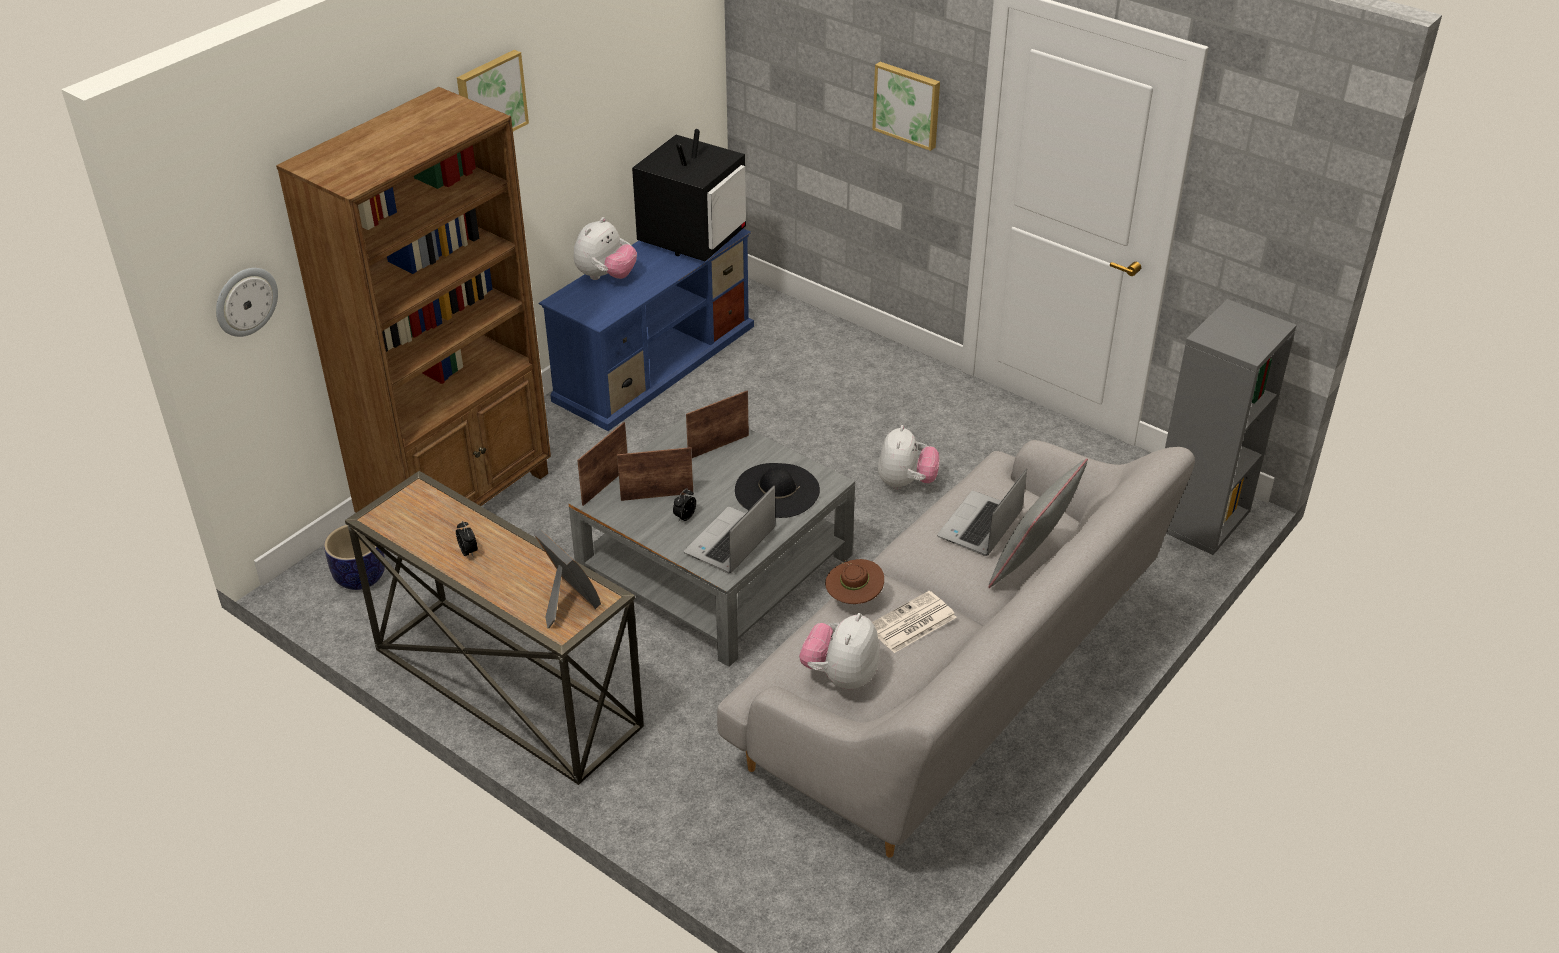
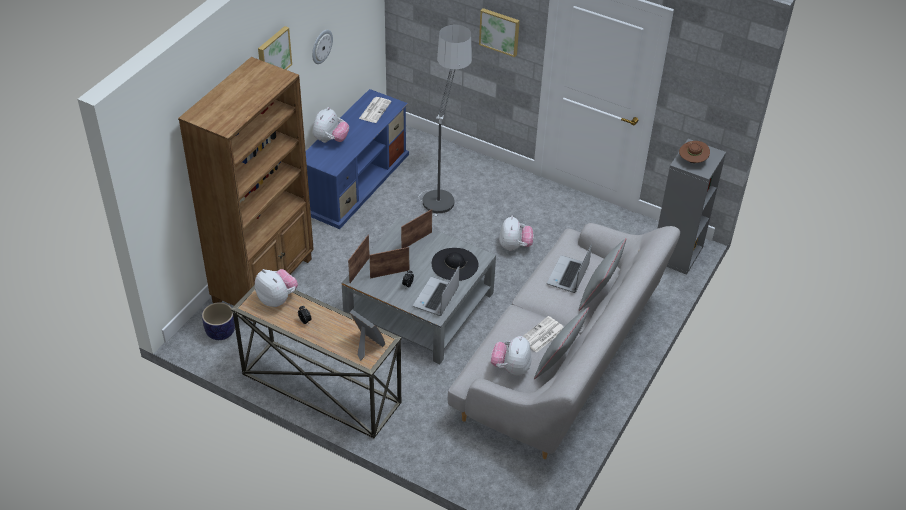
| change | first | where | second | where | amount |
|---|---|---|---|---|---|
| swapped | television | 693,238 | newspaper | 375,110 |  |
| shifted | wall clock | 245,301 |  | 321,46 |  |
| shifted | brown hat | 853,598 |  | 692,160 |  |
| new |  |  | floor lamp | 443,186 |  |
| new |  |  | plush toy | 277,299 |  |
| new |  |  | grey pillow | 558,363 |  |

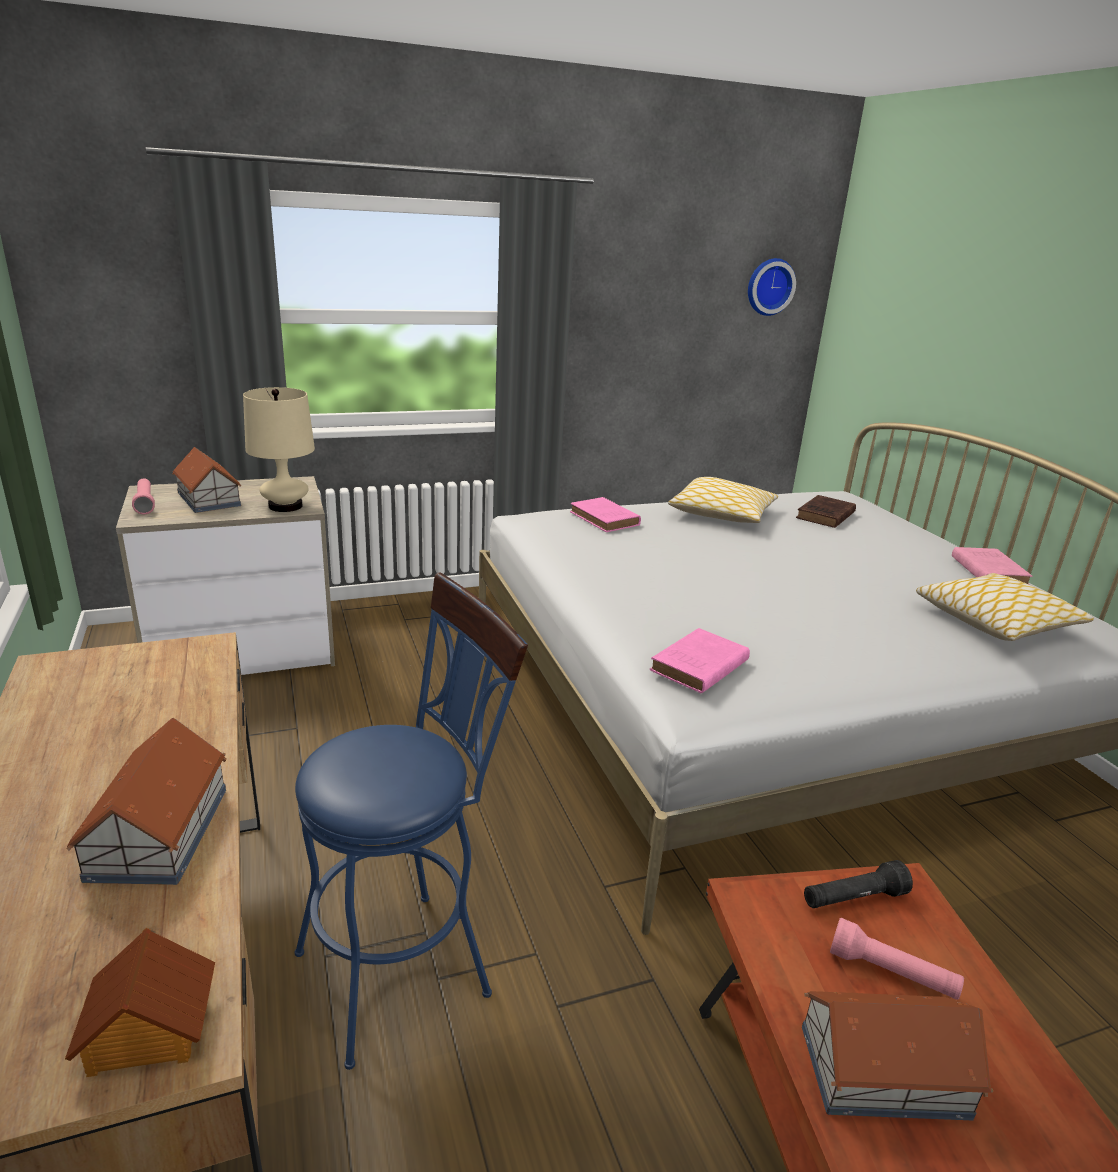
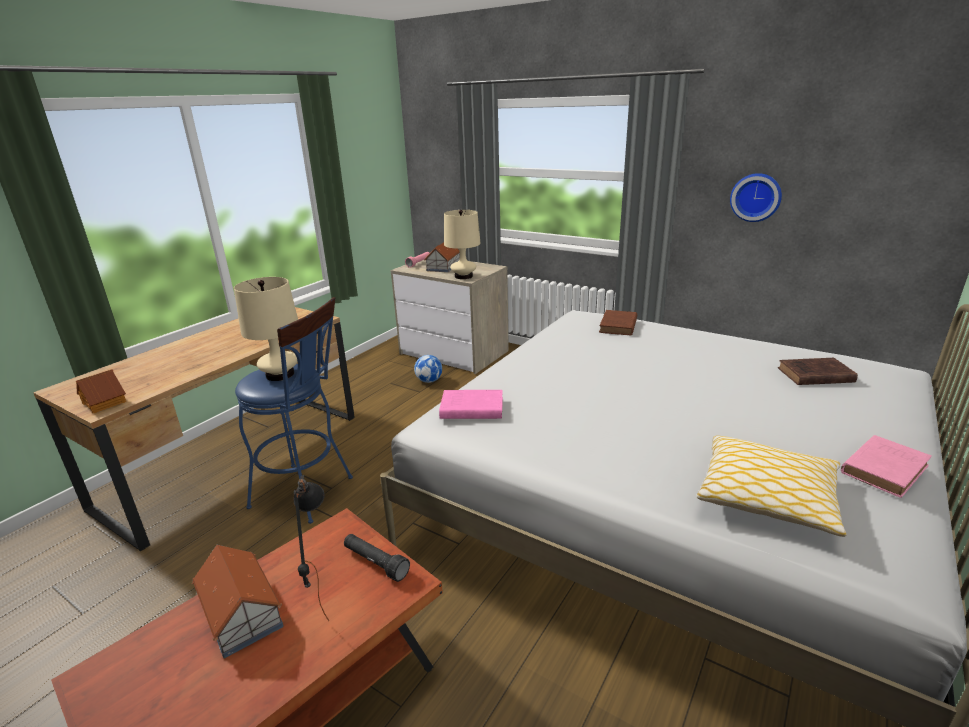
| change | first | where | second | where | amount |
|---|---|---|---|---|---|
| shifted | wall clock | 769,286 |  | 756,197 |  |
| gone | pillow | 722,514 |  |  |  |
| repainted | pink book | 605,519 | brown book | 618,326 |  |
| gone | toy house | 157,833 |  |  |  |
| swapped | pink flashlight | 891,973 | black table lamp | 320,596 |  |
| new |  |  | beige table lamp | 280,374 |  |
| new |  |  | football | 429,381 |  |

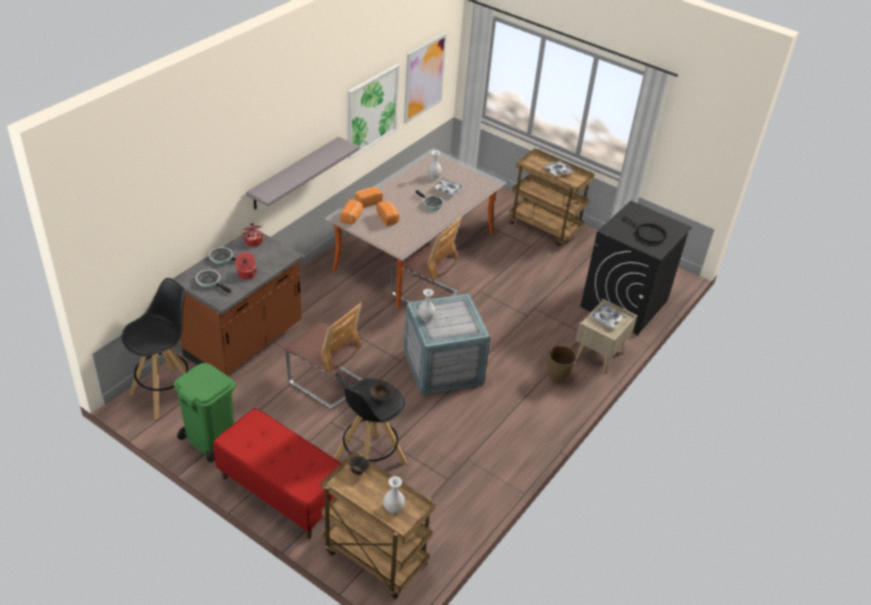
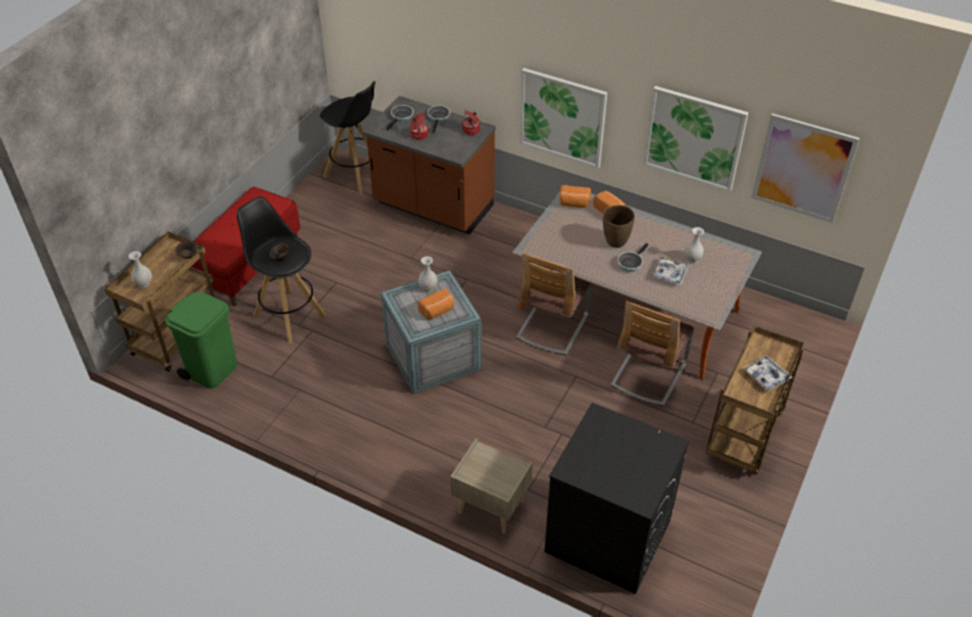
| change | first | where | second | where | amount |
|---|---|---|---|---|---|
| swapped | grey shelf | 294,173 | picture | 562,117 |  |
| shifted | bread | 388,218 |  | 437,311 |  |
| gone | black frying pan | 648,234 |  |  |  |
| shifted | chair | 326,382 |  | 648,374 |  |
| gone | tray | 607,319 |  |  |  |
| shifted | brown vase | 557,377 |  | 615,242 |  |
| shifted | green trash can | 210,439 |  | 213,370 |  |

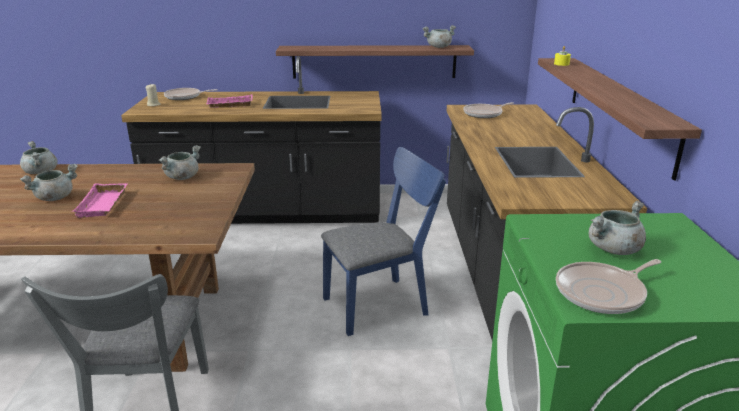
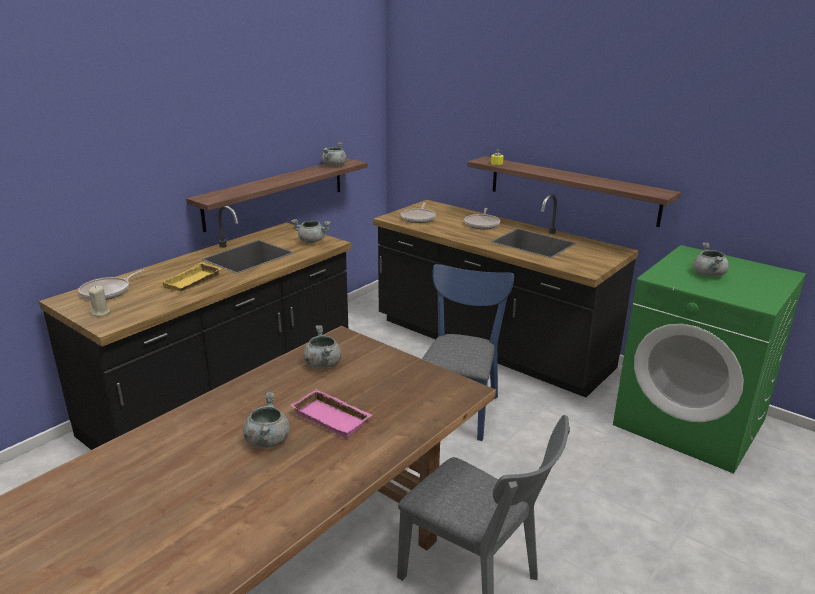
| change | first | where | second | where | amount |
|---|---|---|---|---|---|
| repainted | pink tray | 229,105 | yellow tray | 193,282 |  |
| shifted | grey cooking pot | 41,172 |  | 312,241 |  |
| shifted | frying pan | 603,293 |  | 482,224 |  |

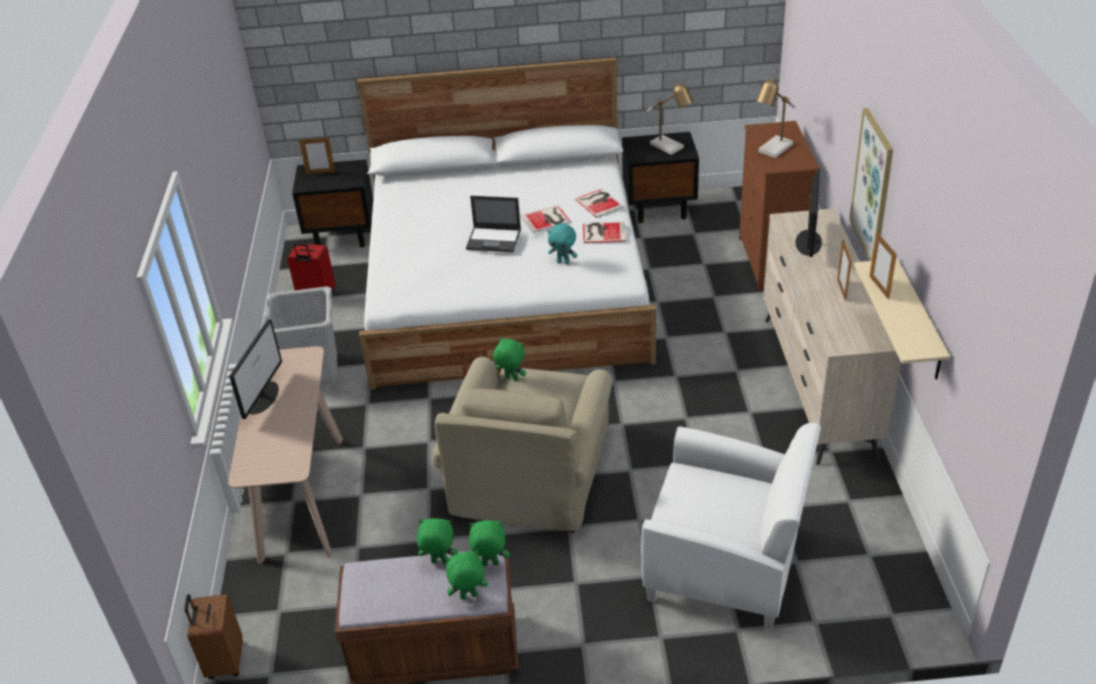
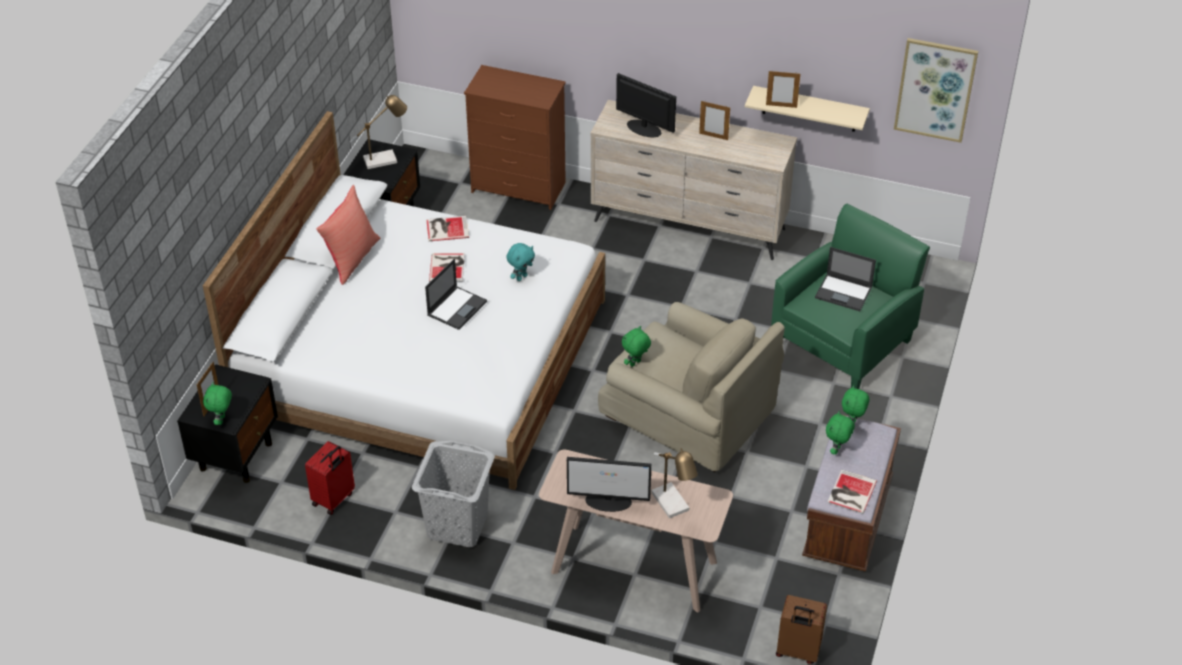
| change | first | where | second | where | amount |
|---|---|---|---|---|---|
| shifted | table lamp | 773,150 |  | 673,505 |  |
| shifted | picture | 873,186 |  | 935,89 |  |
| shifted | book | 602,232 |  | 850,492 |  |
| rotated | monitor | 263,397 |  | 609,501 | 150 degrees clockwise |
| repainted | white armchair | 725,565 | green armchair | 843,341 |  |
| shifted | green plush toy | 468,597 |  | 222,420 |  |
| new |  |  | red pillow | 352,258 |  |
| new |  |  | laptop | 844,293 |  |

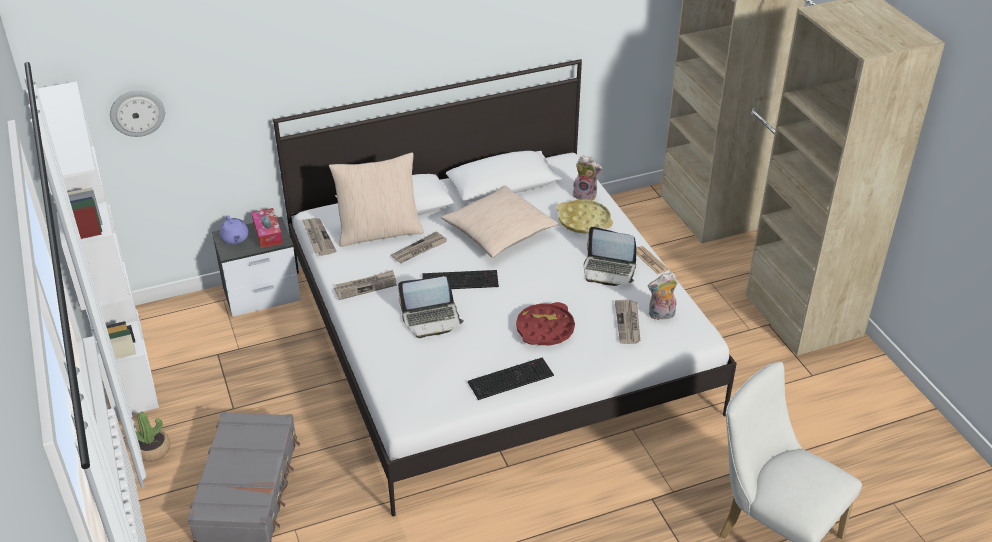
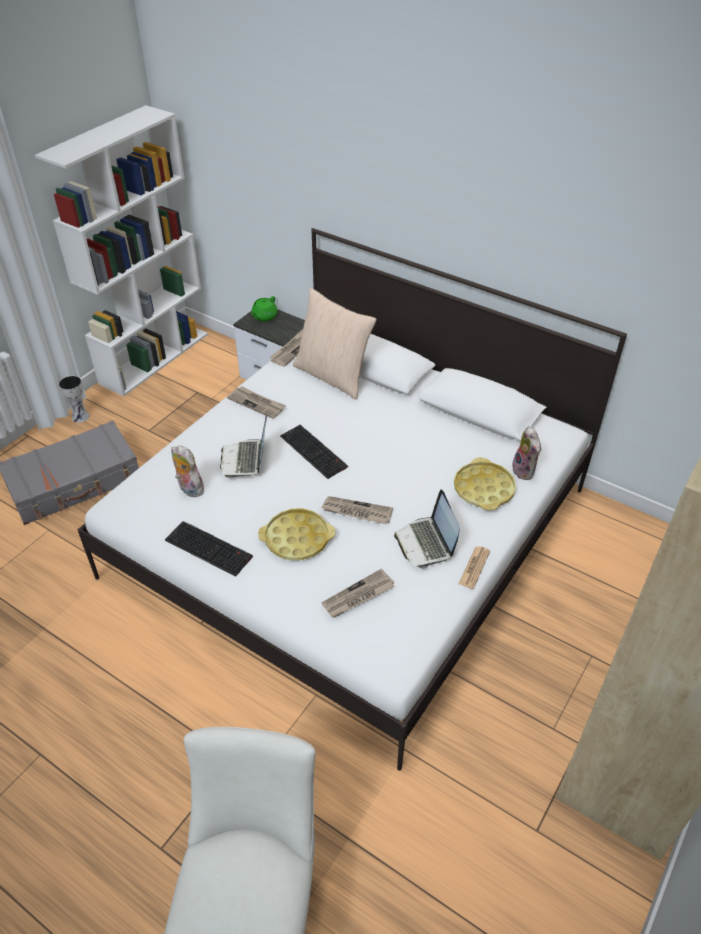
| change | first | where | second | where | amount |
|---|---|---|---|---|---|
| gone | wall clock | 137,112 |  |  |  |
| gone | beige pillow | 499,232 |  |  |  |
| gone | tissue box | 268,233 |  |  |  |
| repainted | purple teapot | 235,238 | green teapot | 264,317 |  |
| shifted | newspaper | 419,250 |  | 356,512 |  |
| shifted | plush toy | 661,315 |  | 189,489 |  |
| rotated | laptop | 431,319 |  | 245,459 | 45 degrees clockwise |
| repainted | red tray | 545,329 | yellow tray | 297,538 |  |
| swapped | potted plant | 152,450 | vase | 81,416 |  |

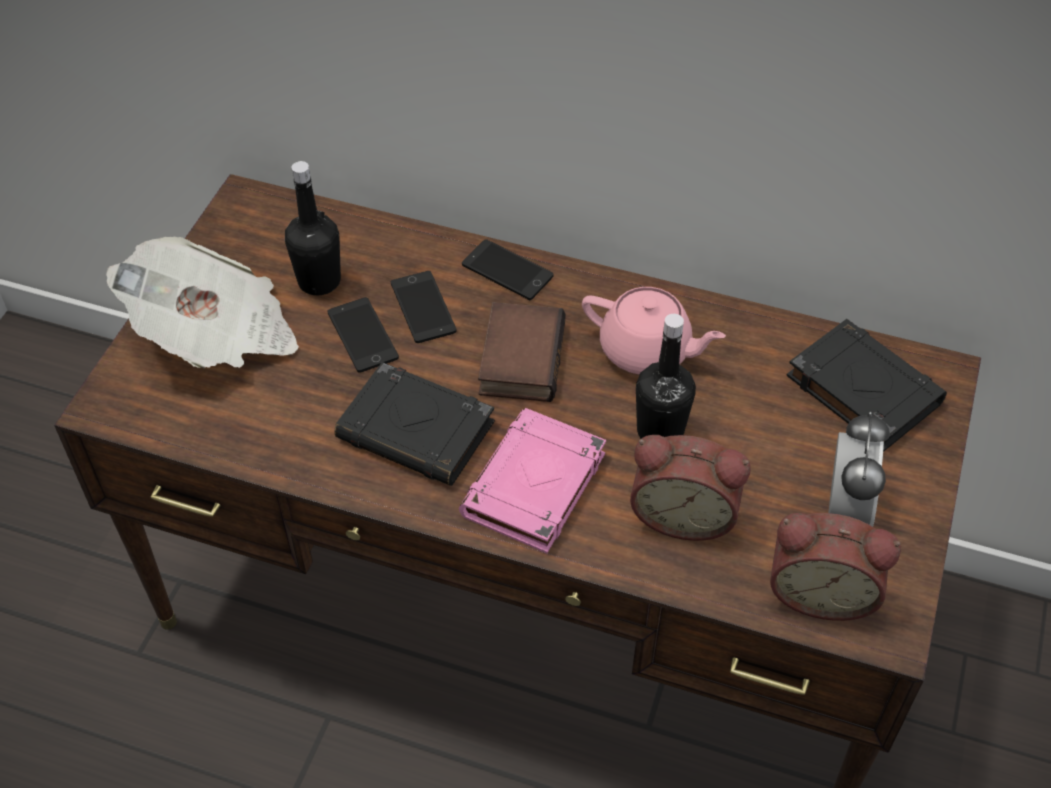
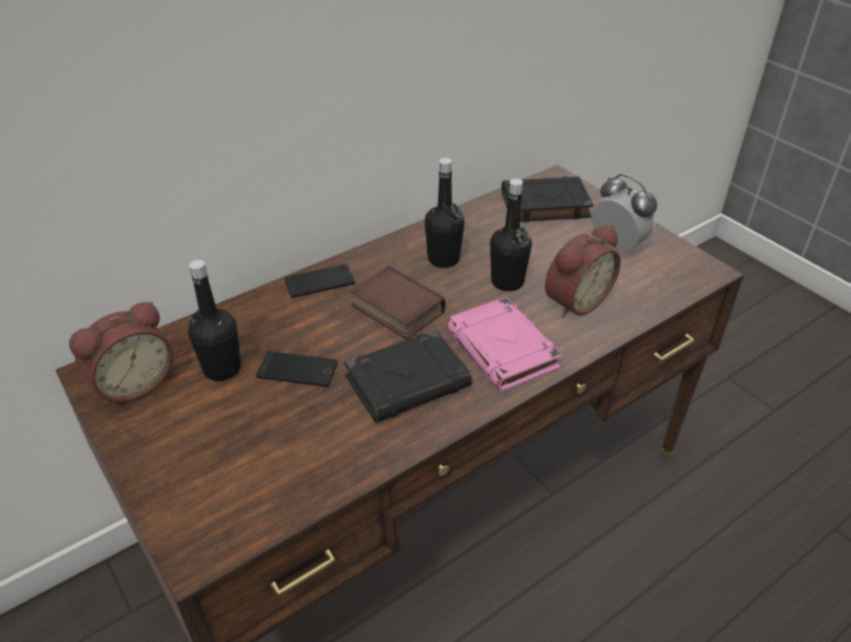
| change | first | where | second | where | amount |
|---|---|---|---|---|---|
| gone | newspaper | 216,336 |  |  |  |
| gone | phone | 423,307 |  |  |  |
| swapped | pink teapot | 646,351 | black bottle | 443,259 |  |
| shifted | alarm clock | 821,590 |  | 133,383 |  |

